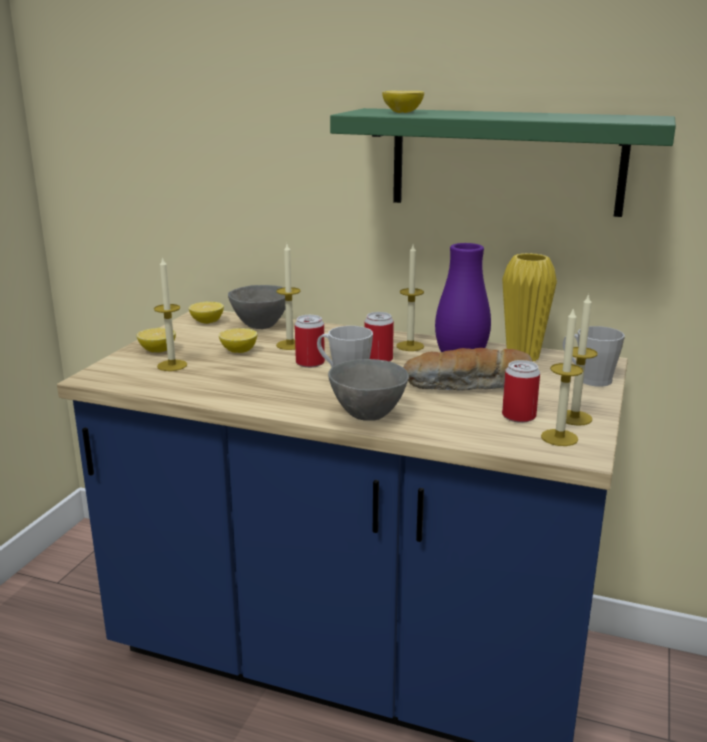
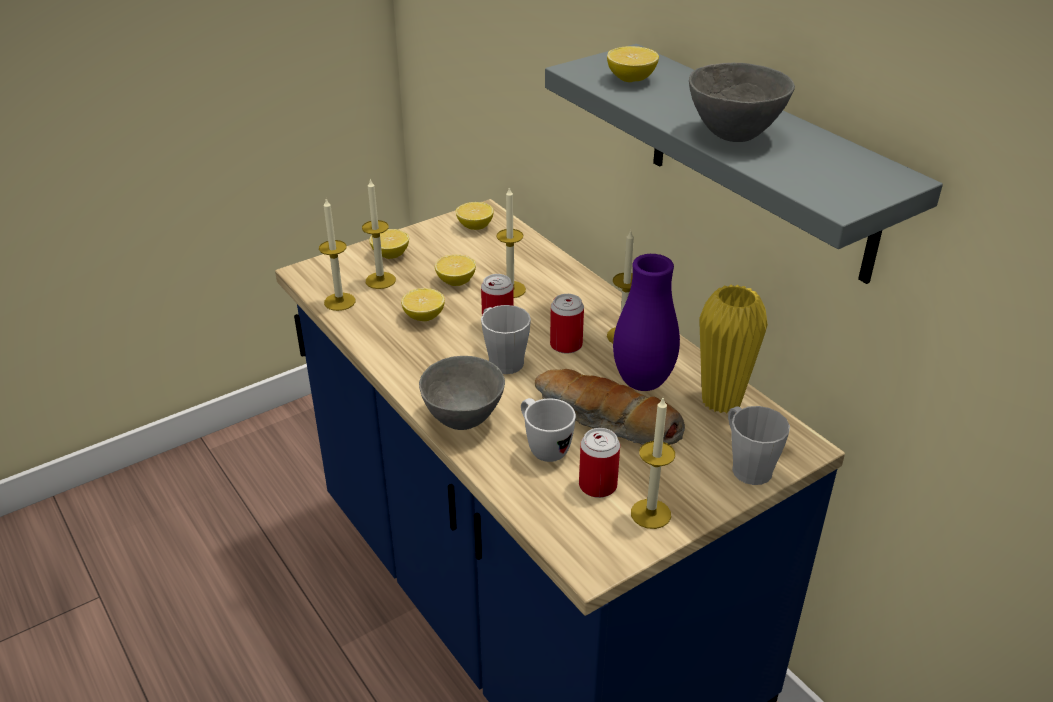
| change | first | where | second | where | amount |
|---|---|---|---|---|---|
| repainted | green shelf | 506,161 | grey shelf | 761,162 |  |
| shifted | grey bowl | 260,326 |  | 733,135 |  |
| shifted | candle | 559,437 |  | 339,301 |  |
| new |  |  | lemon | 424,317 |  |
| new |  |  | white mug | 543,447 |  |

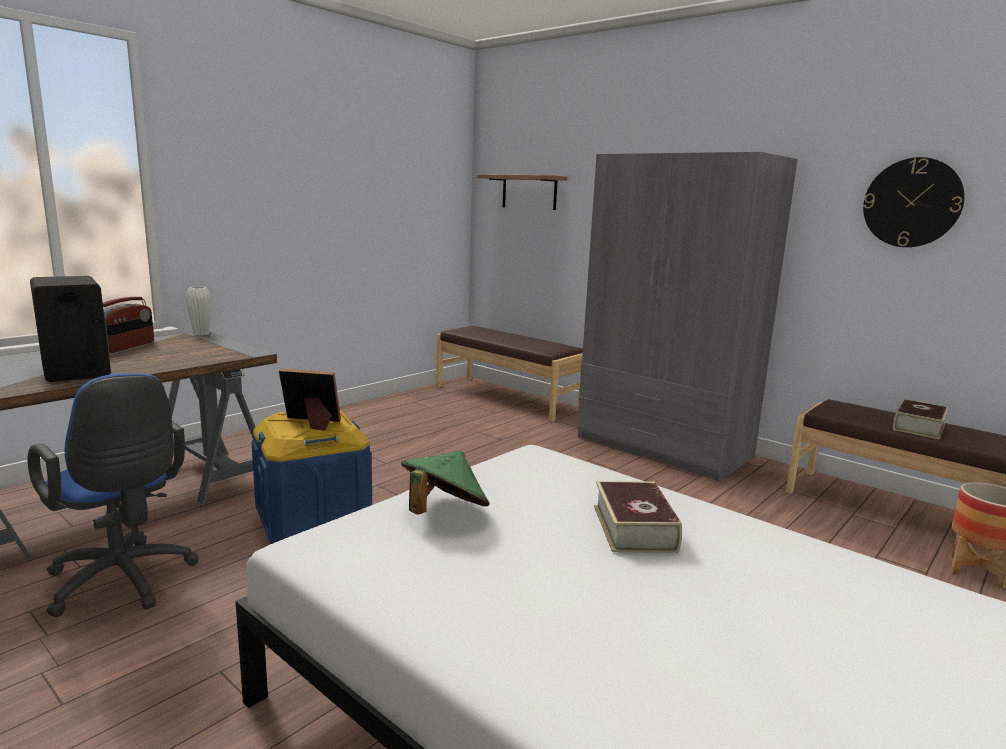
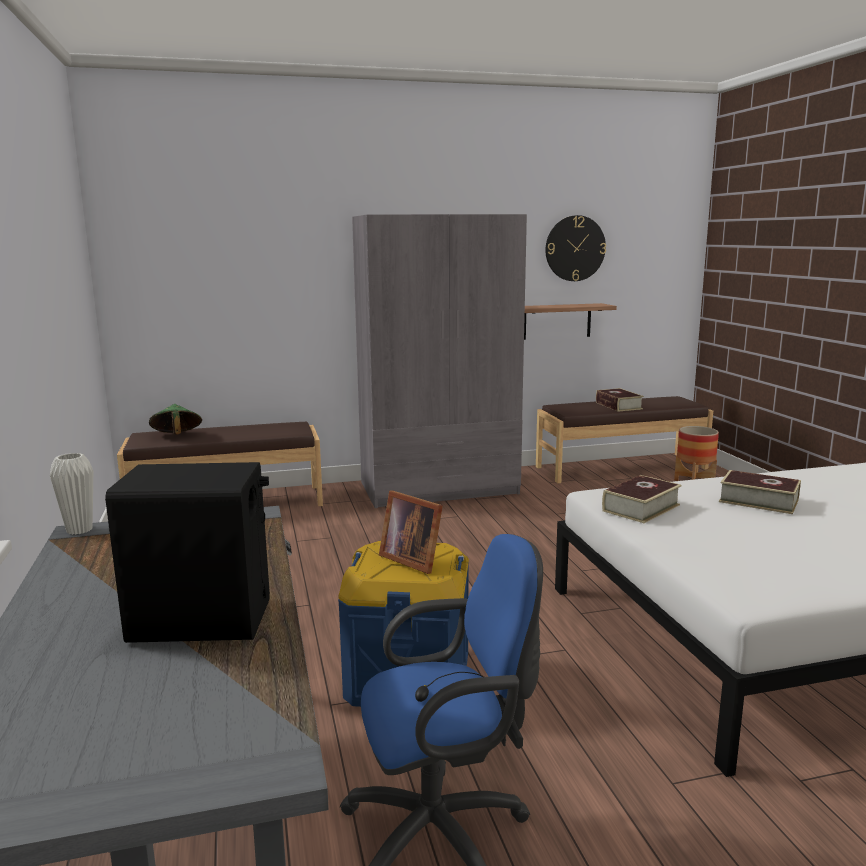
| change | first | where | second | where | amount |
|---|---|---|---|---|---|
| shifted | shelf | 529,192 |  | 557,321 |  |
| gone | radio | 127,347 |  |  |  |
| rotated | picture frame | 311,423 |  | 412,559 | 90 degrees counterclockwise |
| shifted | green hat | 443,512 |  | 176,436 |  |
| new |  |  | book | 641,508 |  |

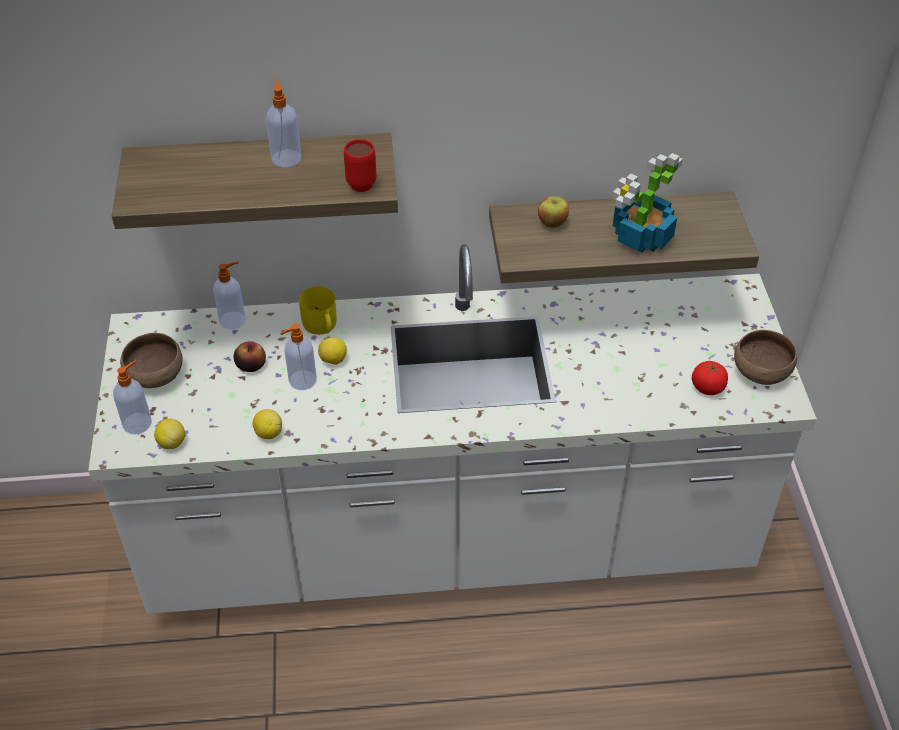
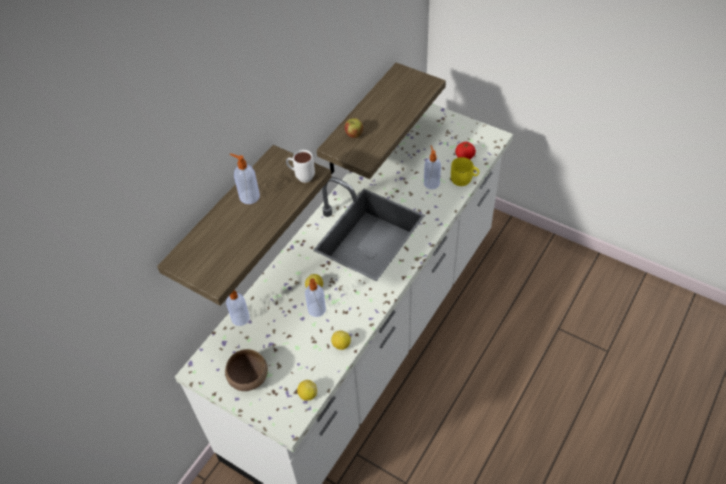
| change | first | where | second | where | amount |
|---|---|---|---|---|---|
| repainted | red mug | 359,181 | white mug | 301,177 |  |
| gone | potted plant | 640,237 |  |  |  |
| shifted | yellow mug | 321,326 |  | 464,179 |  |
| gone | brown bowl | 760,373 |  |  |  |
| gone | apple | 251,365 |  |  |  |
| shifted | soap dispenser | 138,423 |  | 431,183 |  |

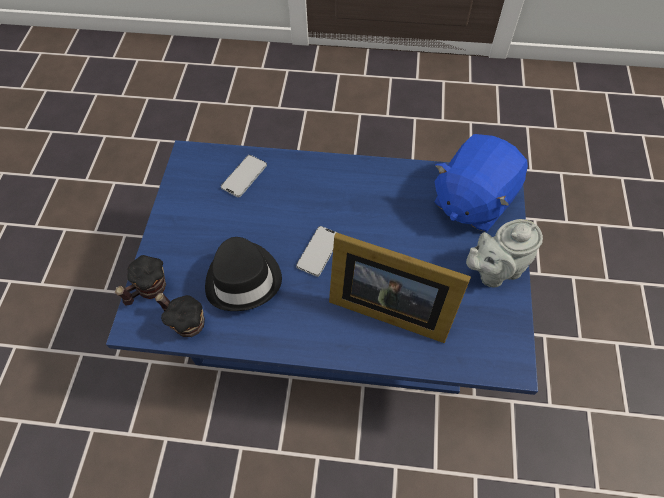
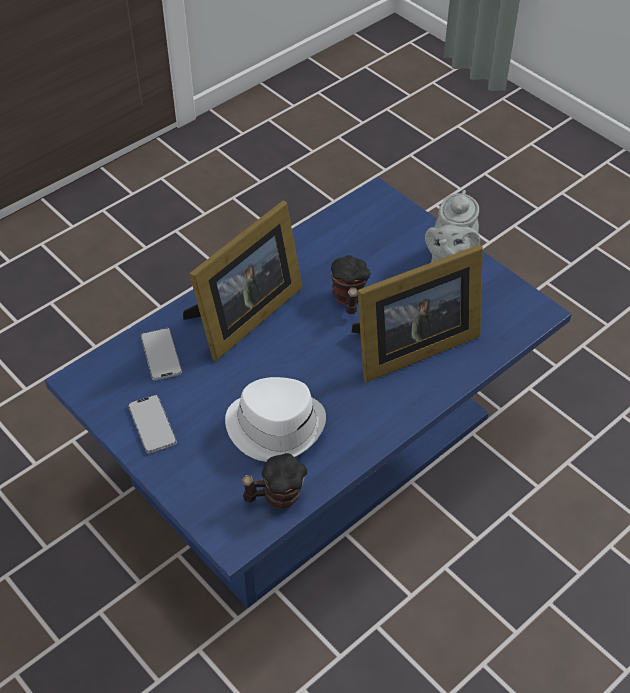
| change | first | where | second | where | amount |
|---|---|---|---|---|---|
| gone | blue plush toy | 472,200 |  |  |  |
| shifted | phone | 319,251 |  | 152,425 |  |
| repainted | black hat | 244,278 | white hat | 276,426 |  |
| shifted | mug | 148,291 |  | 348,300 |  |
| new |  |  | picture frame | 243,317 |  |

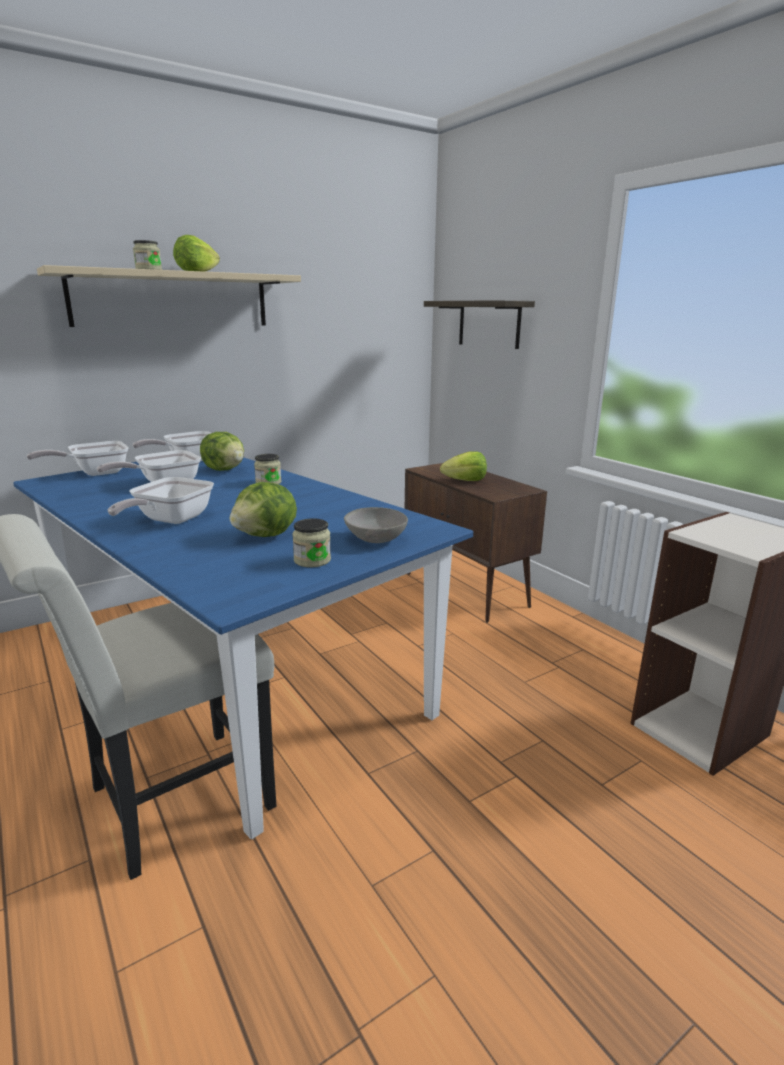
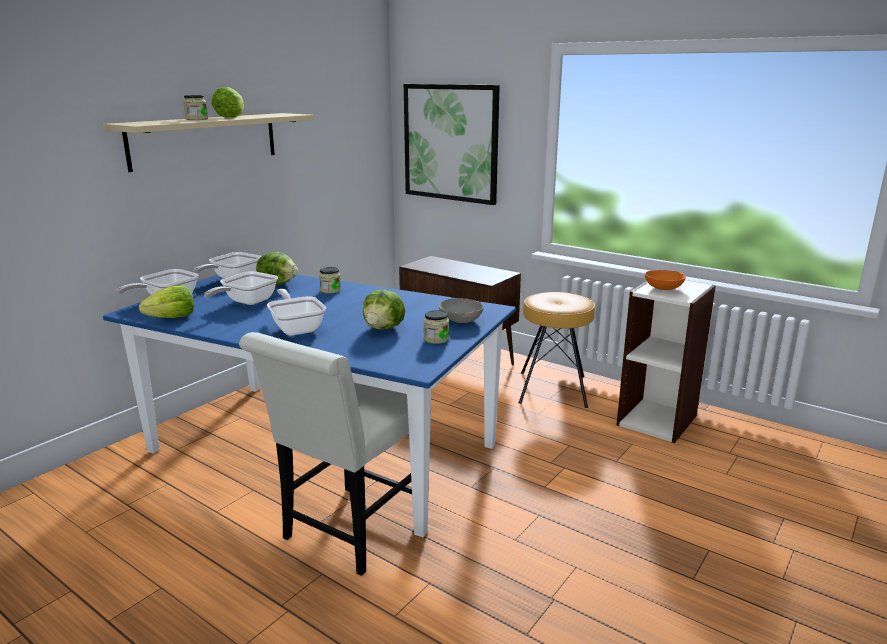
| change | first | where | second | where | amount |
|---|---|---|---|---|---|
| swapped | shelf | 489,324 | picture | 450,143 |  |
| shifted | lettuce | 465,481 |  | 172,318 |  |
| rotated | frying pan | 169,520 |  | 296,328 | 150 degrees clockwise |
| new |  |  | orange bowl | 663,288 |  |
| new |  |  | brown stool | 553,389 |  |

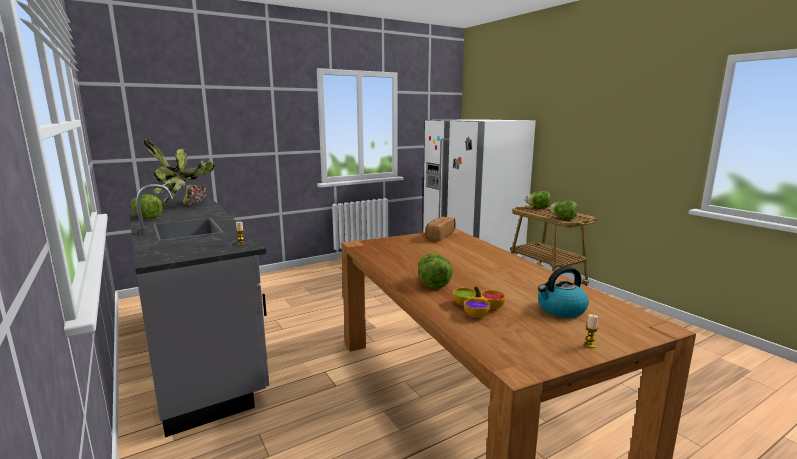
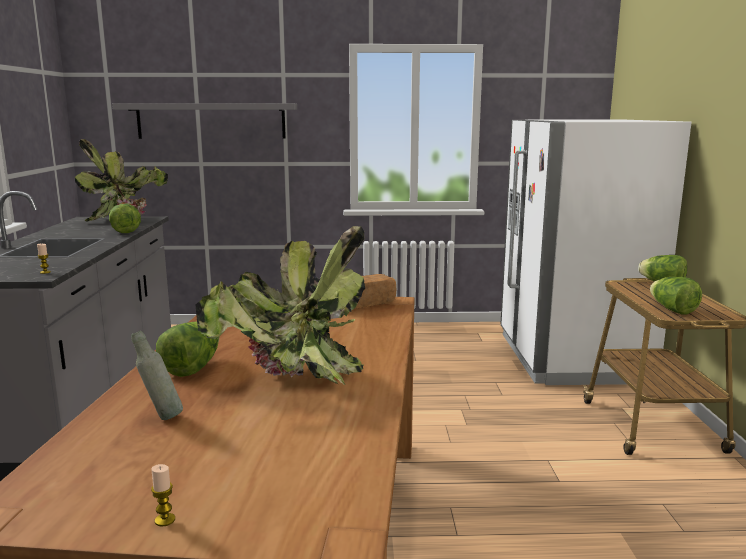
| change | first | where | second | where | amount |
|---|---|---|---|---|---|
| shifted | lettuce | 146,217 |  | 125,231 |  |
| gone | kettle | 561,310 |  |  |  |
| swapped | bowl | 477,308 | grey bottle | 161,417 |  |
| new |  |  | grey shelf | 211,121 |  |
| new |  |  | potted plant | 293,384 |  |

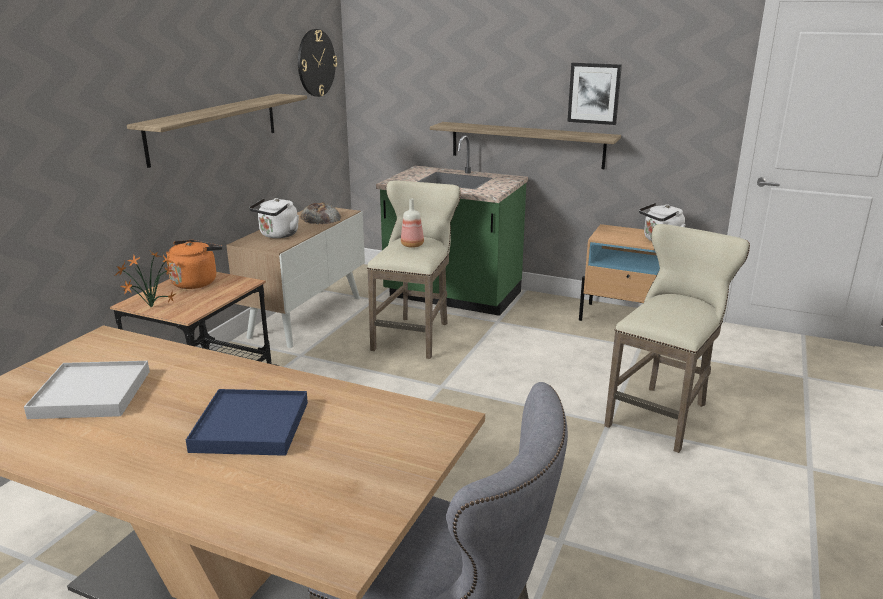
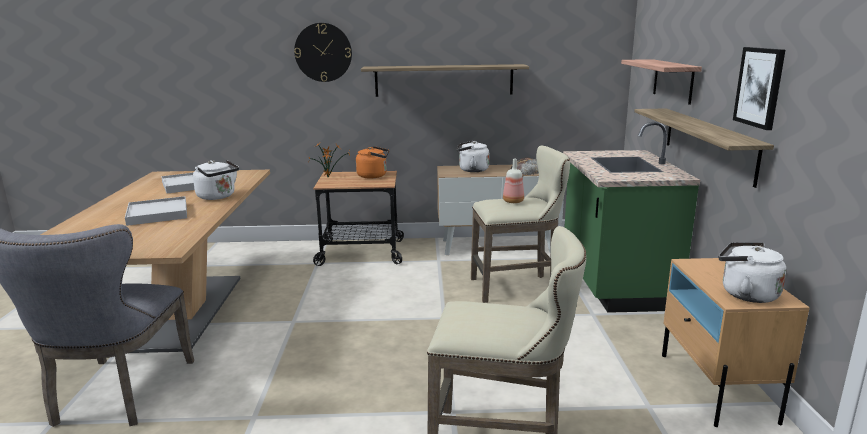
| change | first | where | second | where | amount |
|---|---|---|---|---|---|
| shifted | wall clock | 316,63 |  | 323,52 |  |
| repainted | blue tray | 251,426 | white tray | 157,214 |  |
| new |  |  | shelf | 673,80 |  |
| new |  |  | white kettle | 218,197 |  |

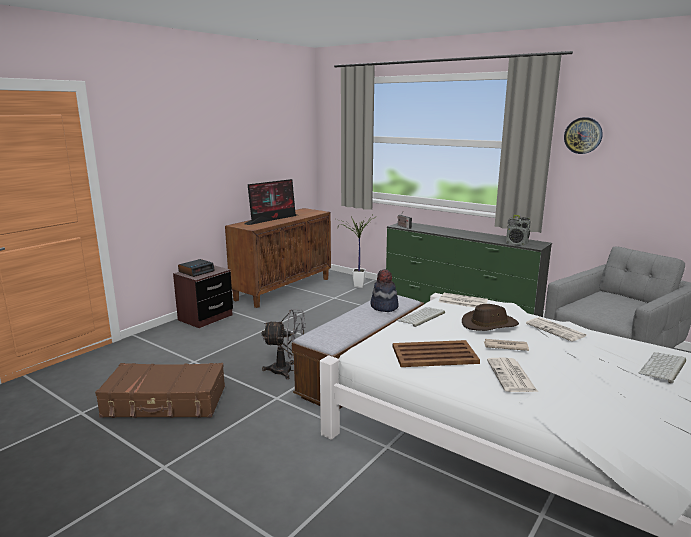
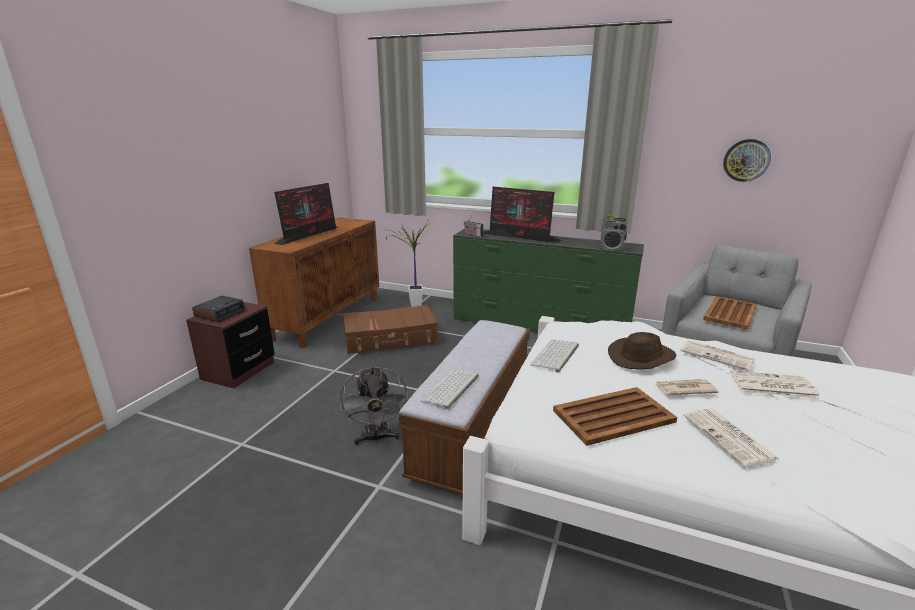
| change | first | where | second | where | amount |
|---|---|---|---|---|---|
| shifted | wall clock | 583,135 |  | 746,160 |  |
| gone | hat | 384,307 |  |  |  |
| shifted | newspaper | 462,301 |  | 772,385 |  |
| rotated | grey fan | 287,370 |  | 377,438 | 90 degrees clockwise |
| shifted | keyboard | 663,368 |  | 451,389 |  |
| shifted | brown suitcase | 165,402 |  | 391,339 |  |
| new |  |  | monitor | 521,237 |  |
| new |  |  | brown tray | 730,313 |  |

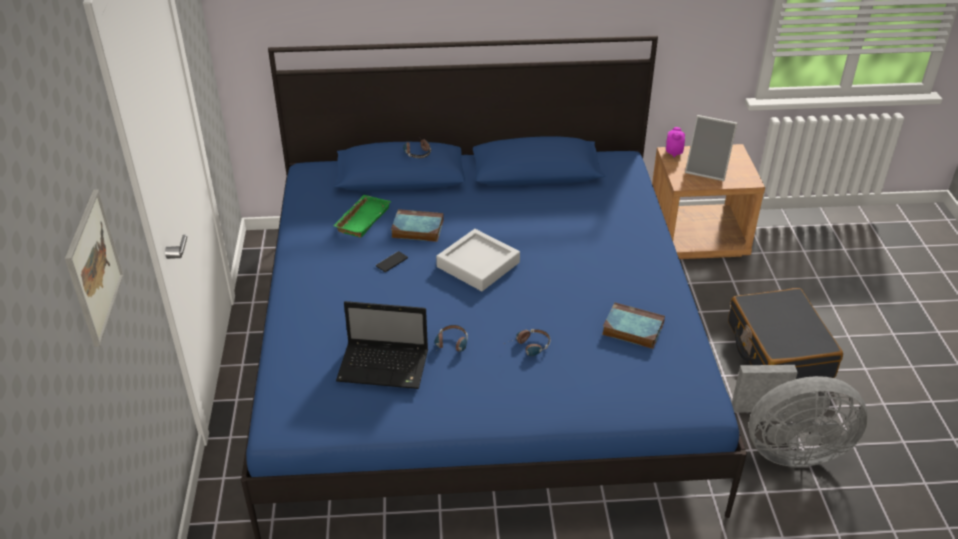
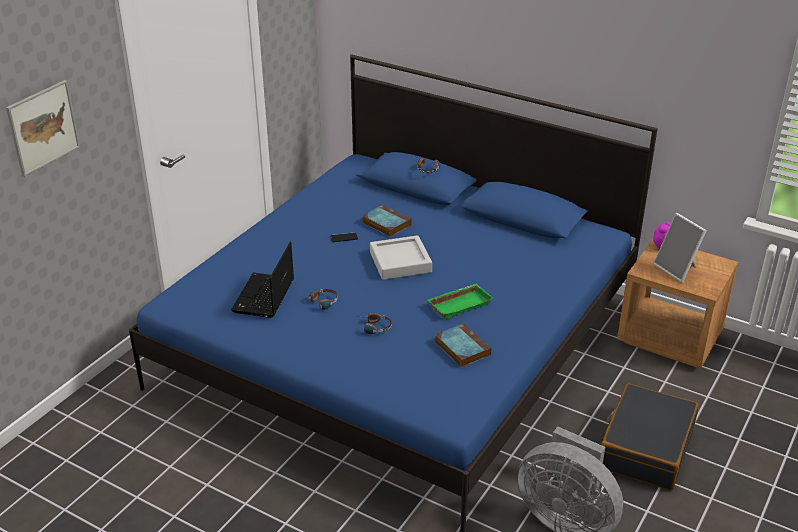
| change | first | where | second | where | amount |
|---|---|---|---|---|---|
| shifted | green tray | 362,219 |  | 459,304 |  |
| rotated | laptop | 385,366 |  | 264,297 | 60 degrees clockwise |

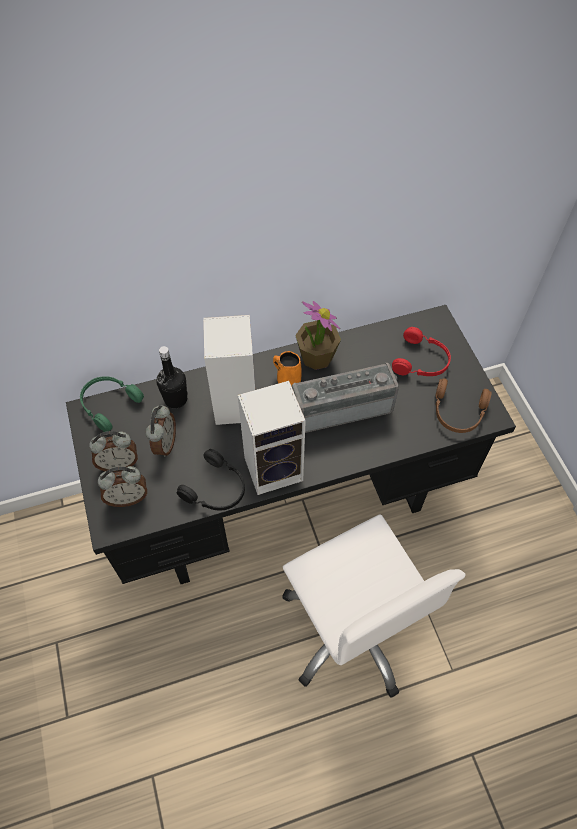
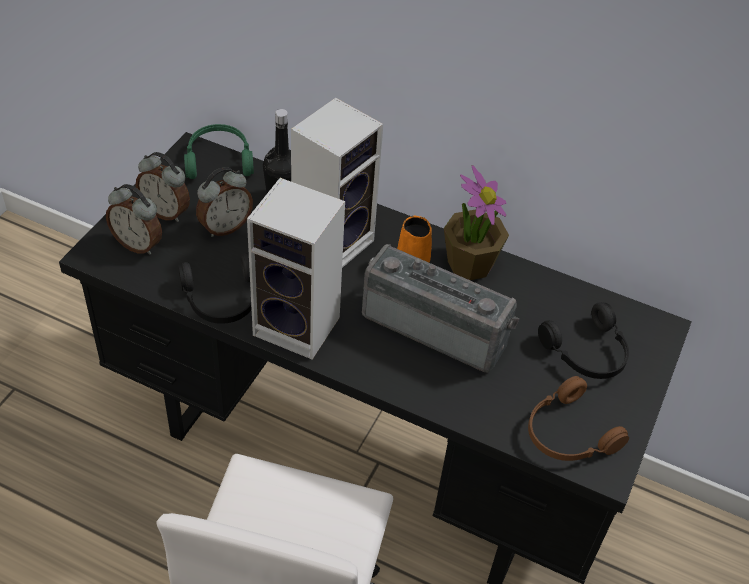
| change | first | where | second | where | amount |
|---|---|---|---|---|---|
| repainted | red headphones | 421,361 | black headphones | 587,353 |  |

